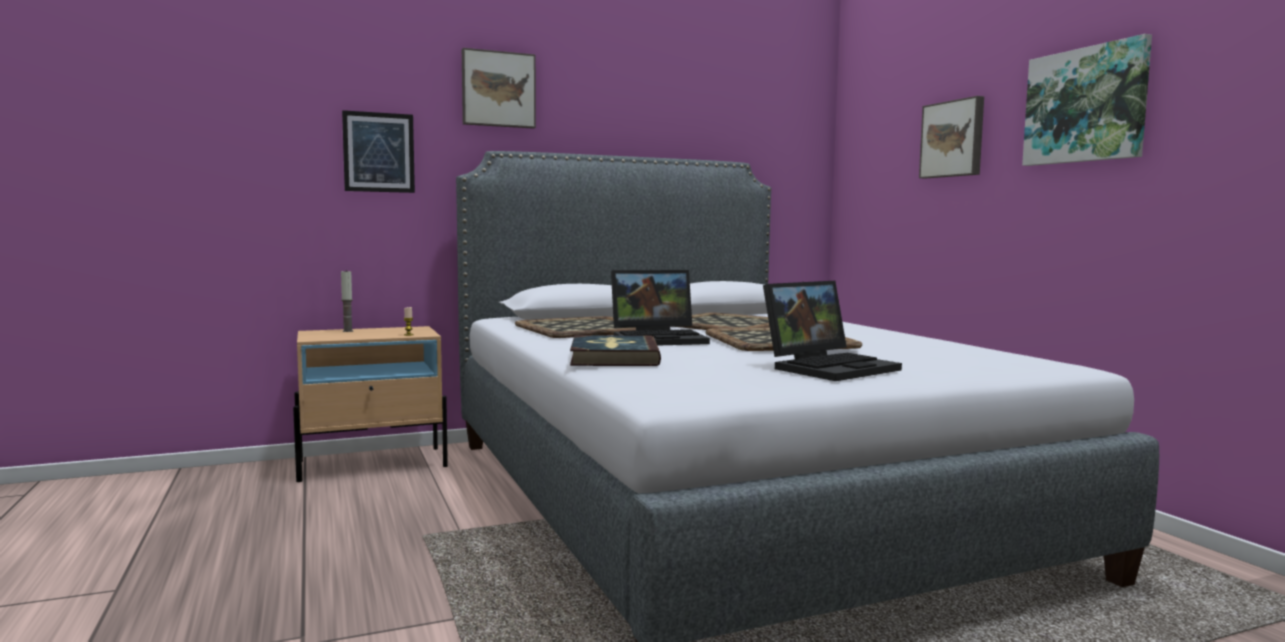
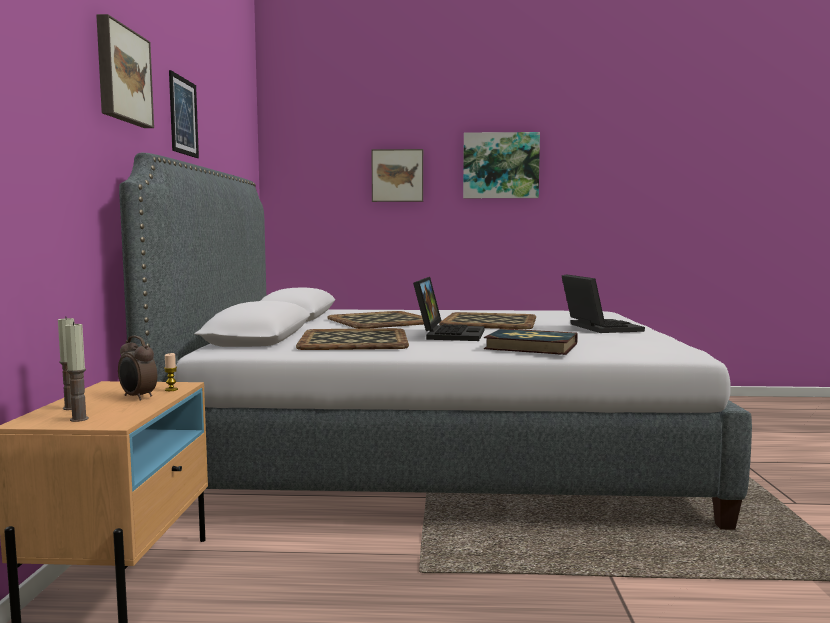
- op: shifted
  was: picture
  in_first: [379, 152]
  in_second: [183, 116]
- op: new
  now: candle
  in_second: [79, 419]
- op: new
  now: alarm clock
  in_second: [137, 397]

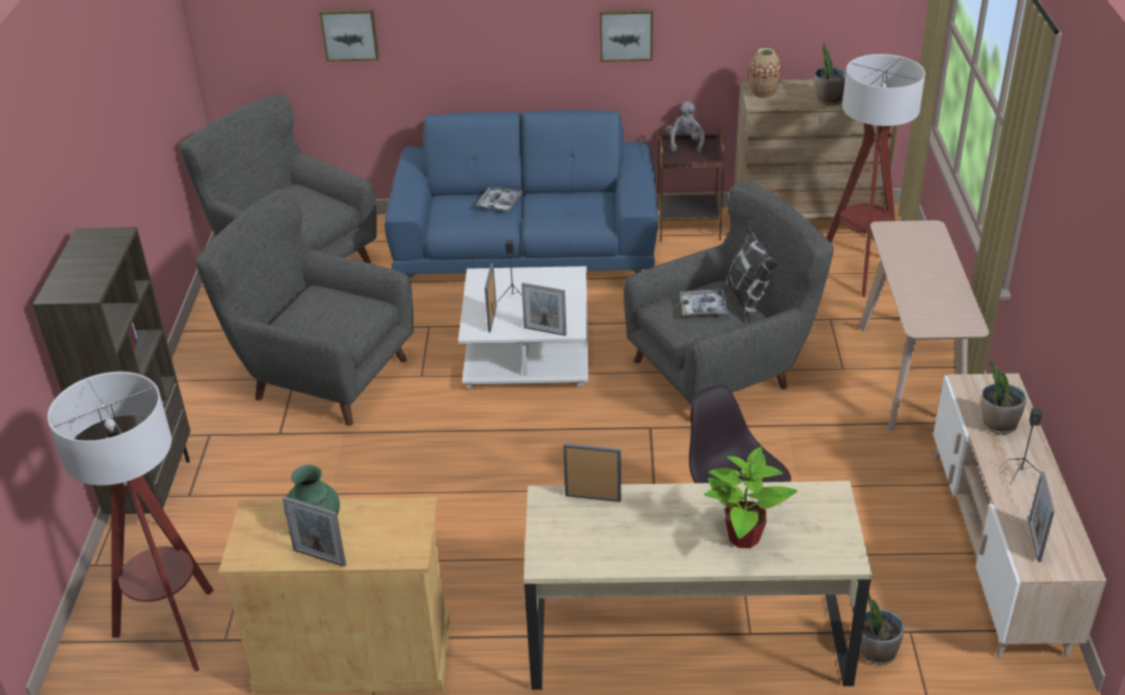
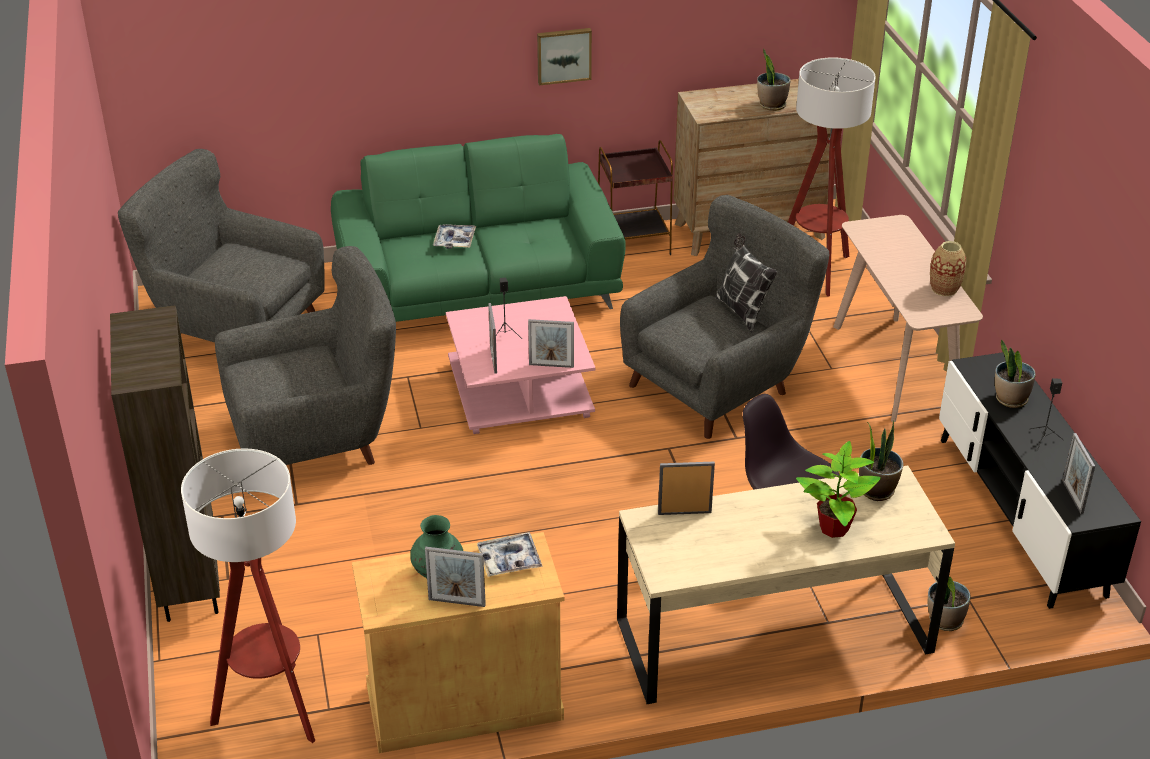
- op: rotated
  was: grey armchair
  in_first: [323, 375]
  in_second: [317, 439]
  clockwise: 150
- op: gone
  was: picture
  in_first: [350, 34]
- op: repainted
  was: blue sofa
  now: green sofa
  in_first: [527, 250]
  in_second: [478, 286]
- op: repainted
  was: white coffee table
  now: pink coffee table
  in_first: [529, 352]
  in_second: [521, 390]
- op: gone
  was: grey plush toy
  in_first: [685, 143]
- op: shifted
  was: tray
  in_first: [703, 307]
  in_second: [509, 560]
- op: shifted
  was: vase
  in_first: [763, 93]
  in_second: [944, 289]
- op: repainted
  was: beige tv stand
  now: black tv stand
  in_first: [997, 549]
  in_second: [1020, 514]
- op: new
  now: potted plant
  in_second: [876, 490]

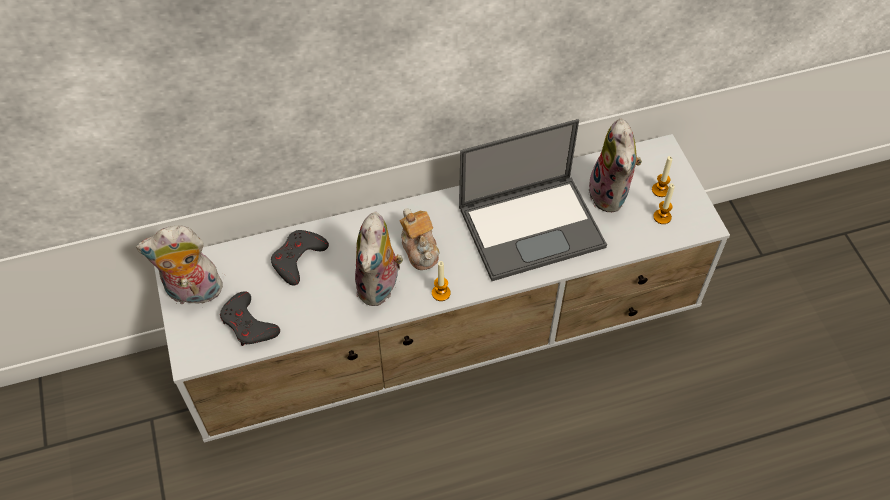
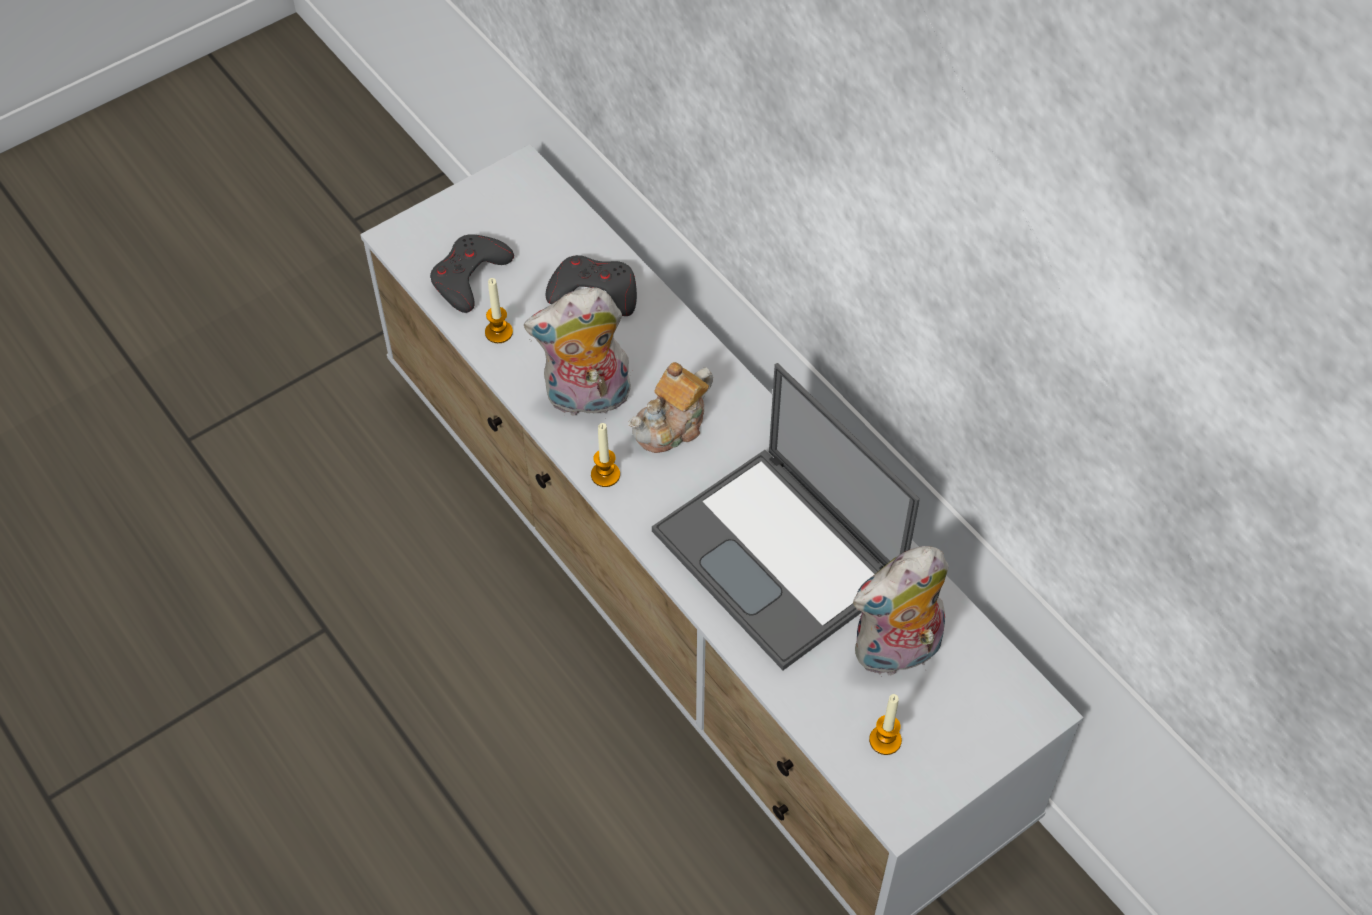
- op: gone
  was: plush toy
  in_first: [193, 293]
- op: shifted
  was: candle
  in_first: [660, 190]
  in_second: [499, 332]

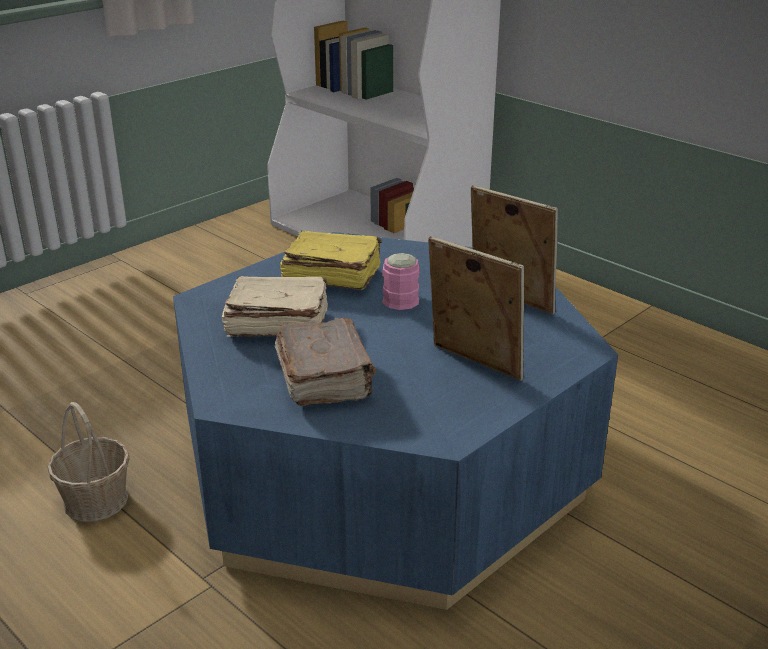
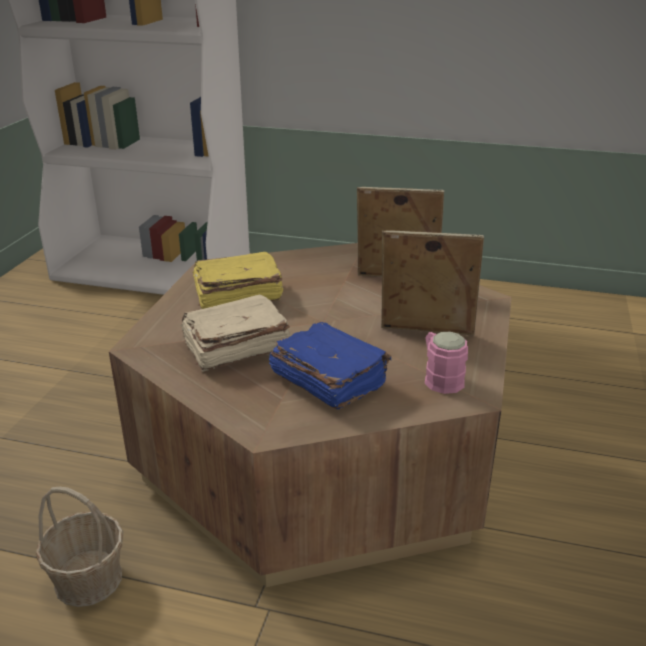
- op: repainted
  was: blue coffee table
  now: brown coffee table
  in_first: [383, 467]
  in_second: [322, 450]
- op: repainted
  was: brown book
  now: blue book
  in_first: [325, 379]
  in_second: [328, 380]
- op: shifted
  was: pink mug
  in_first: [401, 297]
  in_second: [440, 377]

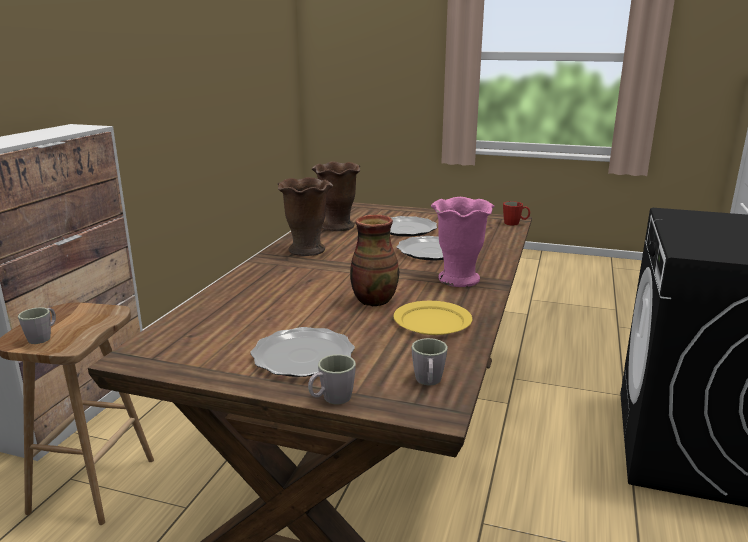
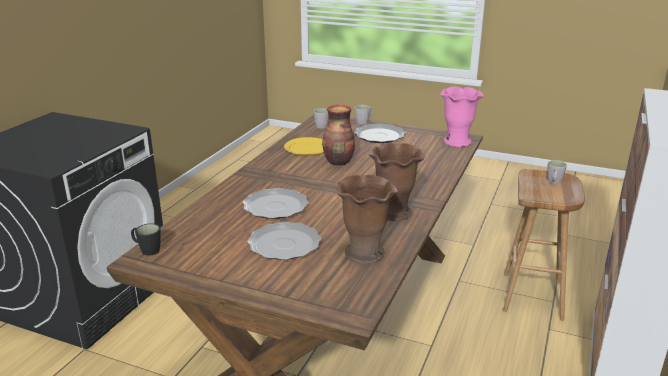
- op: shifted
  was: pink vase
  in_first: [458, 279]
  in_second: [457, 142]
- op: repainted
  was: red mug
  now: black mug
  in_first: [515, 223]
  in_second: [147, 250]

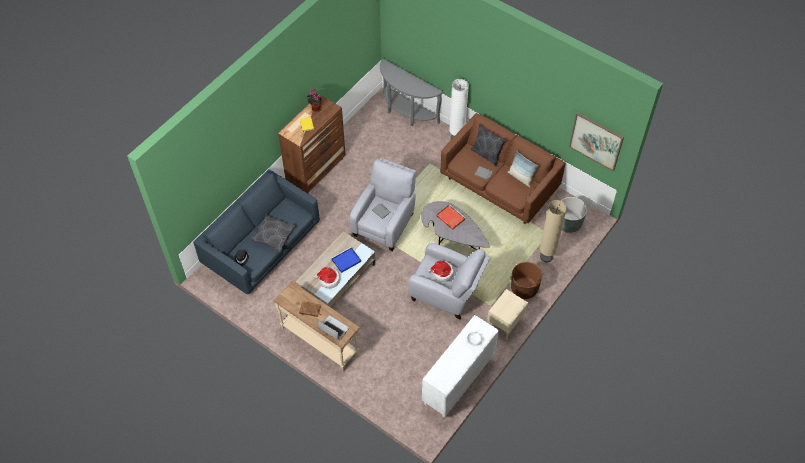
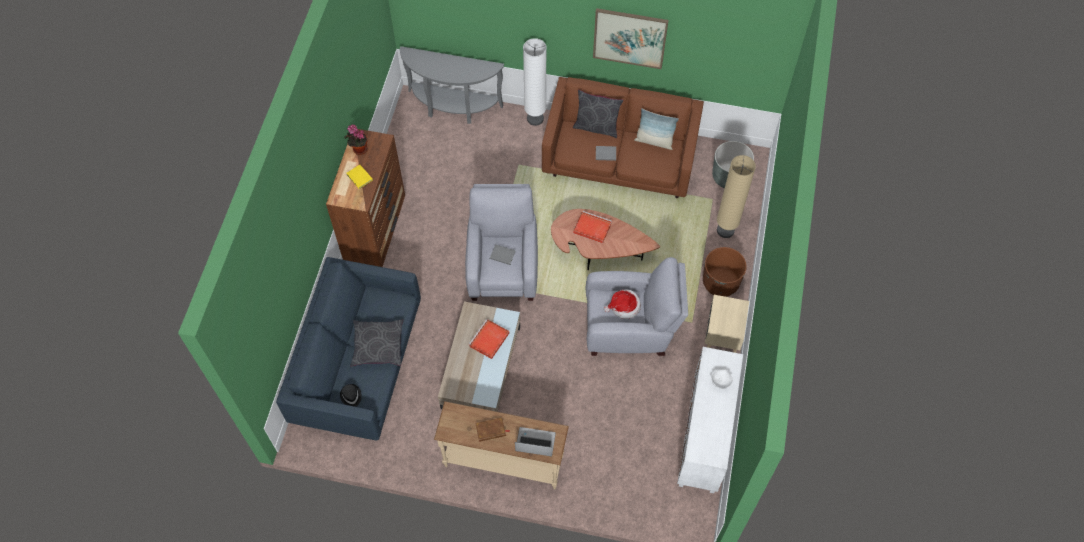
- op: gone
  was: hat
  in_first: [328, 279]
- op: repainted
  was: blue tray
  now: red tray
  in_first: [346, 261]
  in_second: [489, 340]
- op: repainted
  was: grey coffee table
  now: brown coffee table
  in_first: [452, 237]
  in_second: [597, 251]
- op: shifted
  was: picture
  in_first: [596, 141]
  in_second: [629, 38]

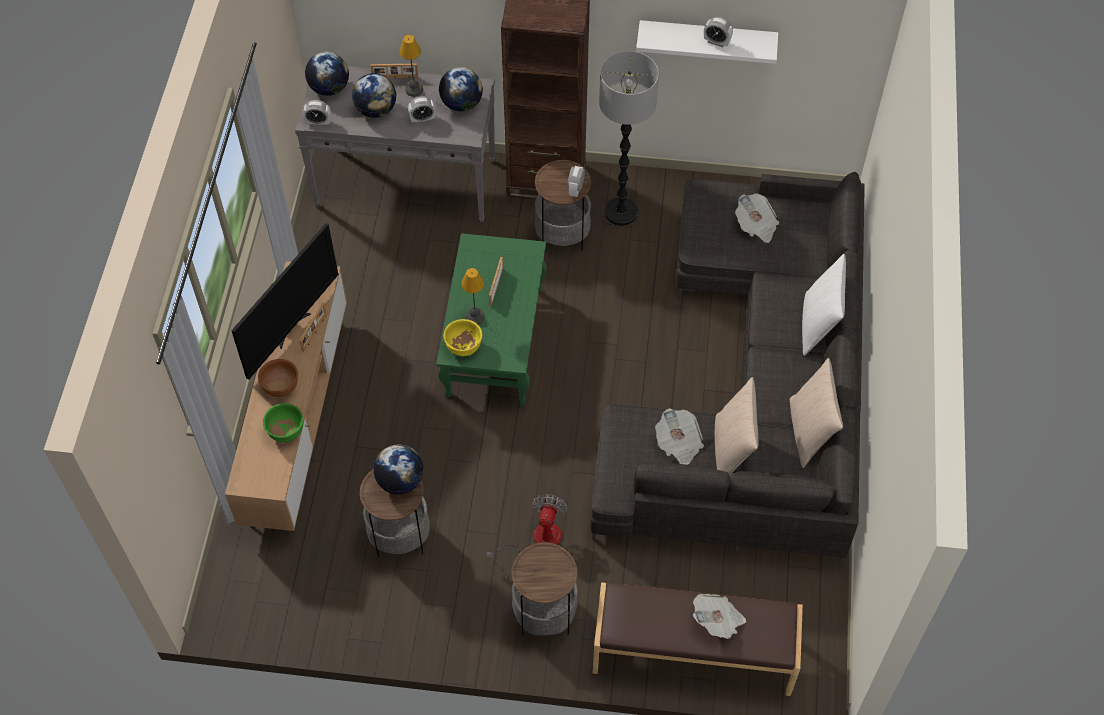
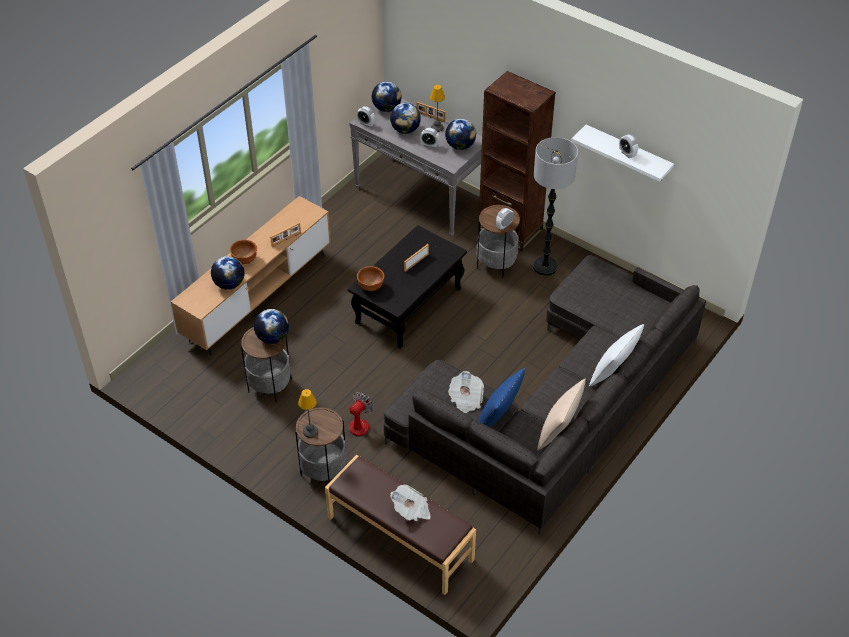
- op: gone
  was: television
  in_first: [292, 328]
- op: swapped
  was: green bowl
  now: globe
  in_first: [286, 431]
  in_second: [229, 284]
- op: repainted
  was: green coffee table
  now: black coffee table
  in_first: [494, 343]
  in_second: [408, 306]
- op: repainted
  was: yellow bowl
  now: brown bowl
  in_first: [464, 347]
  in_second: [371, 287]
- op: shifted
  was: table lamp
  in_first: [475, 316]
  in_second: [310, 431]
- op: repainted
  was: beige pillow
  now: blue pillow
  in_first: [731, 450]
  in_second: [498, 419]
- op: gone
  was: newspaper
  in_first: [756, 225]

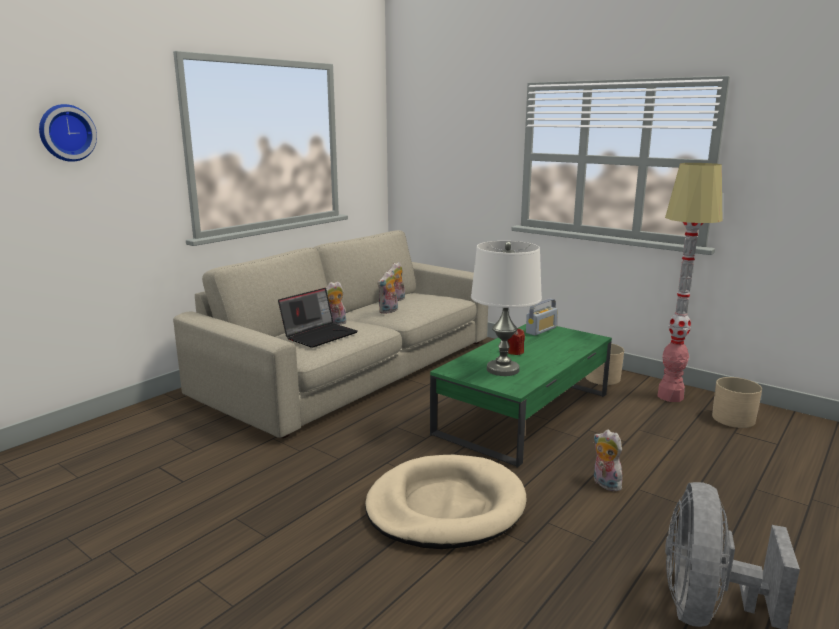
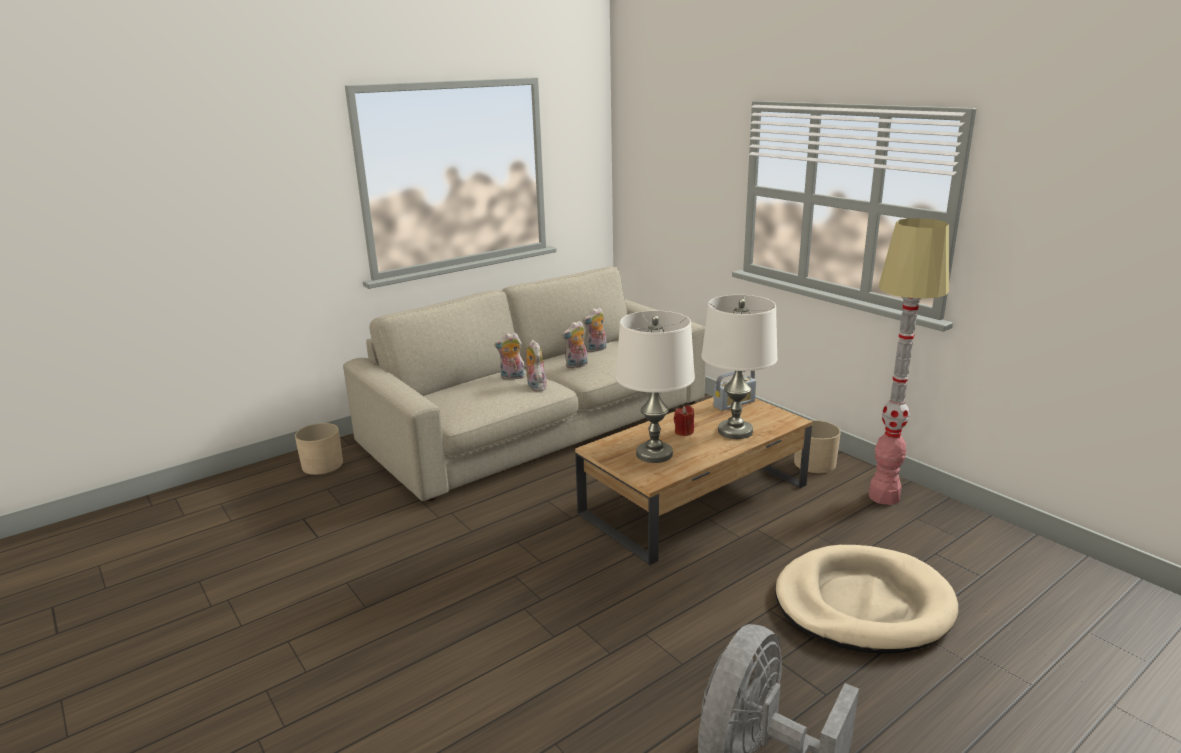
- op: gone
  was: wall clock
  in_first: [66, 133]
- op: gone
  was: laptop
  in_first: [320, 335]
- op: shifted
  was: beige dog bed
  in_first: [445, 507]
  in_second: [862, 604]
- op: repainted
  was: green coffee table
  now: brown coffee table
  in_first: [524, 412]
  in_second: [696, 499]
- op: shifted
  was: plush toy
  in_first: [604, 484]
  in_second: [535, 386]
- op: shifted
  was: beige planter
  in_first: [733, 419]
  in_second: [322, 465]
- op: new
  now: white table lamp
  in_second: [735, 431]

